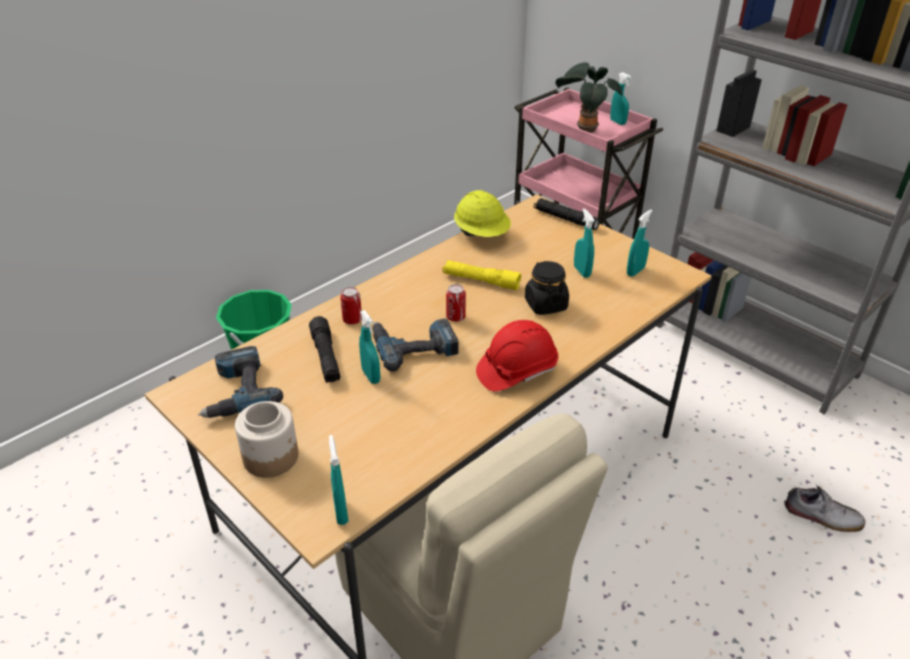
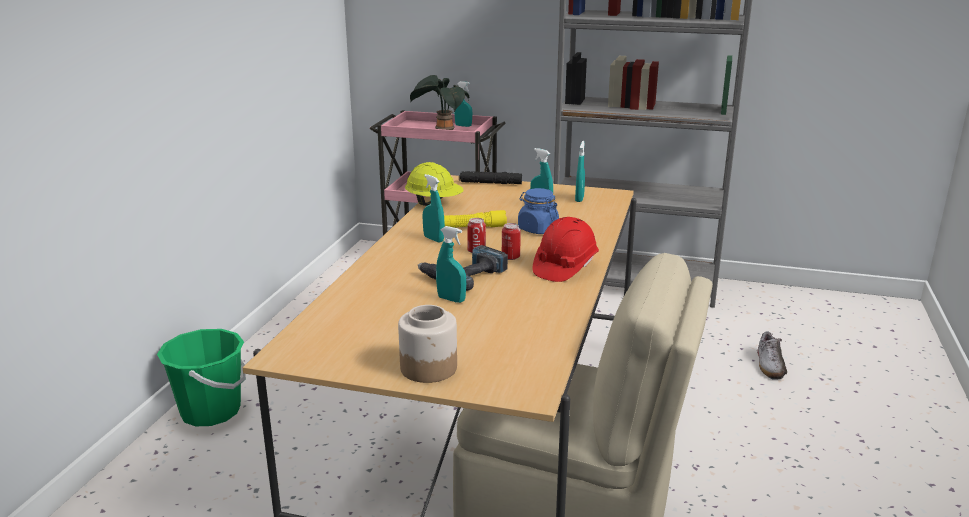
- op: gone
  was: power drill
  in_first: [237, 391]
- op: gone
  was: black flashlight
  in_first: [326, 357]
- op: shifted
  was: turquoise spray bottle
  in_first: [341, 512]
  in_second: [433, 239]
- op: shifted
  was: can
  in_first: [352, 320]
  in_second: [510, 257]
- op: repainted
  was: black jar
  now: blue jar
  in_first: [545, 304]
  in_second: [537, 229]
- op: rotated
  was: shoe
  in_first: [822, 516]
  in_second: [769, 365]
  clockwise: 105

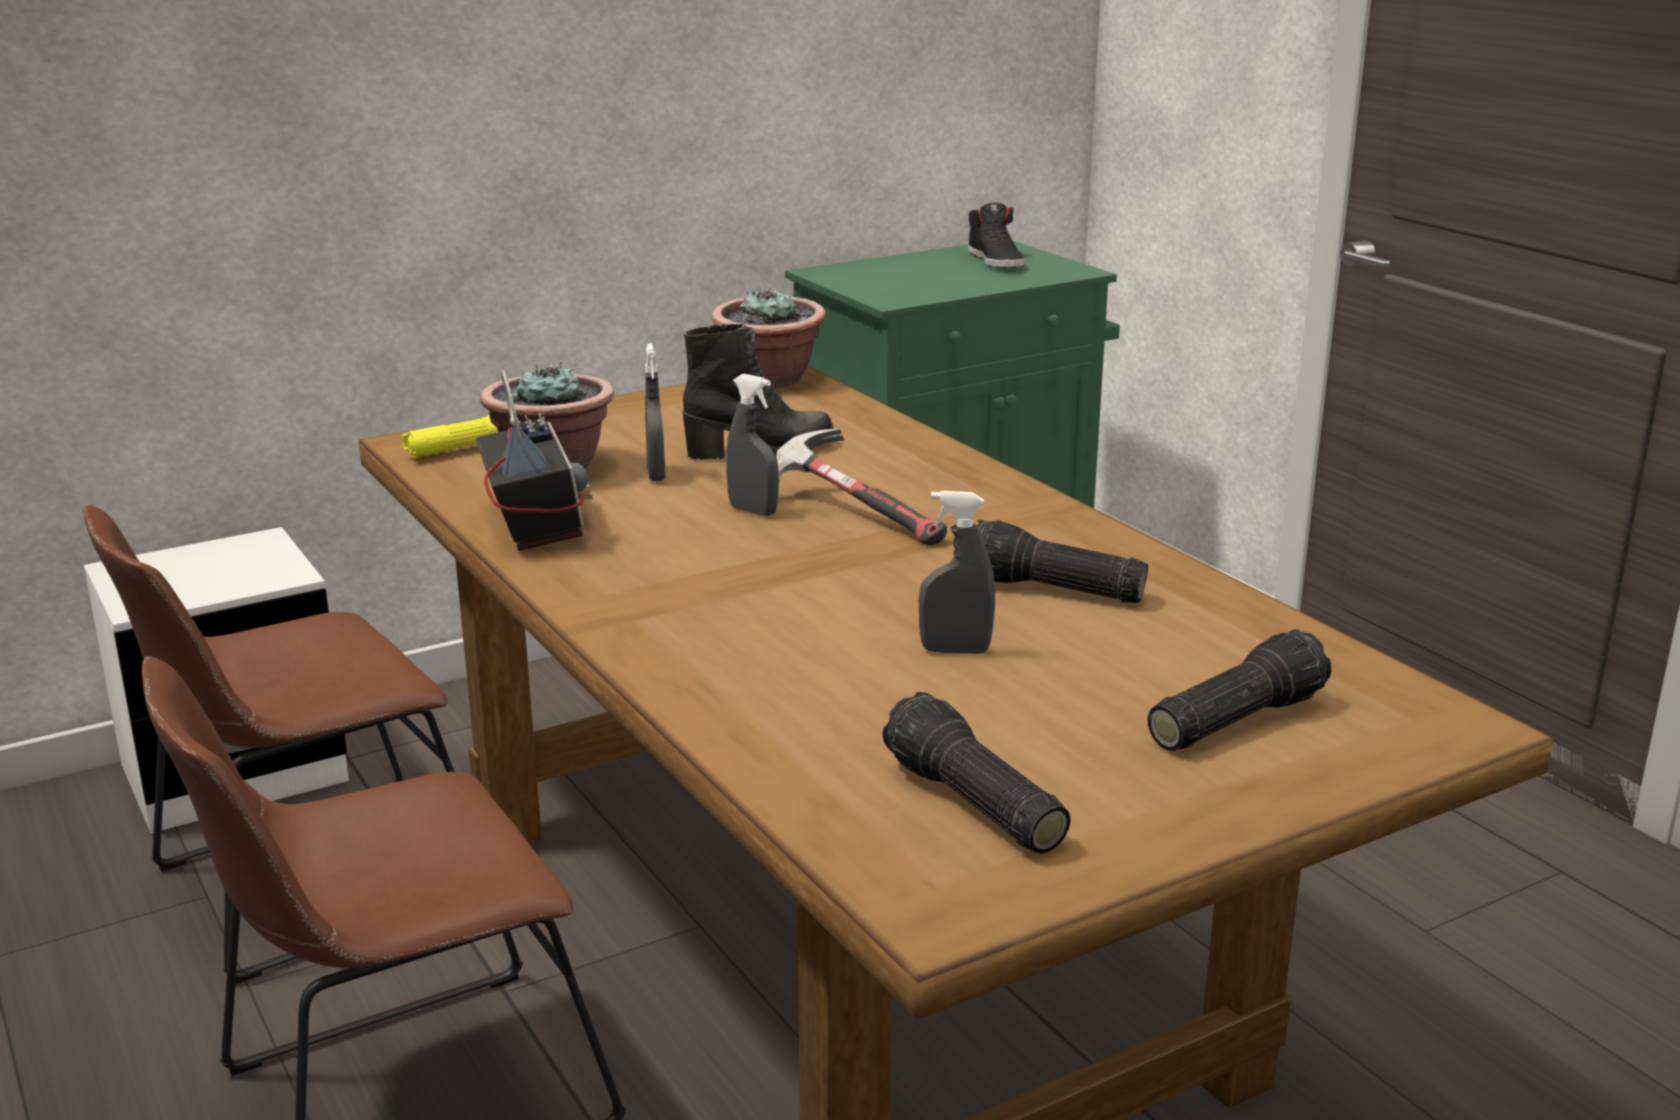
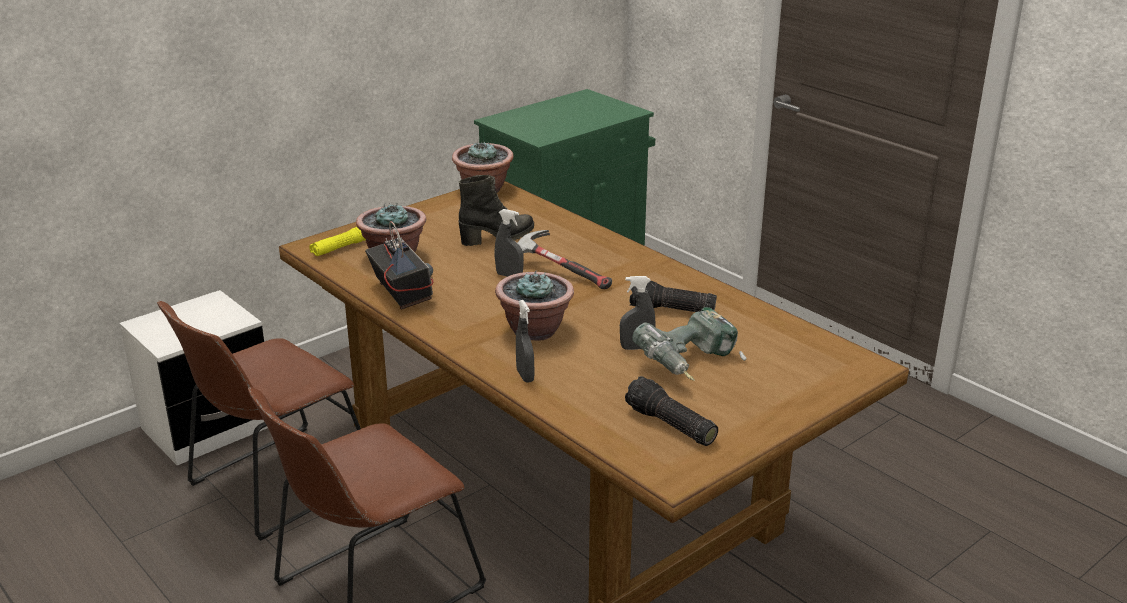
- op: shifted
  was: grey spray bottle
  in_first: [656, 475]
  in_second: [525, 376]
- op: gone
  was: black shoe
  in_first: [996, 261]
- op: gone
  was: flashlight
  in_first: [1233, 718]
- op: new
  now: potted plant
  in_second: [535, 330]
- op: new
  now: power drill
  in_second: [691, 365]

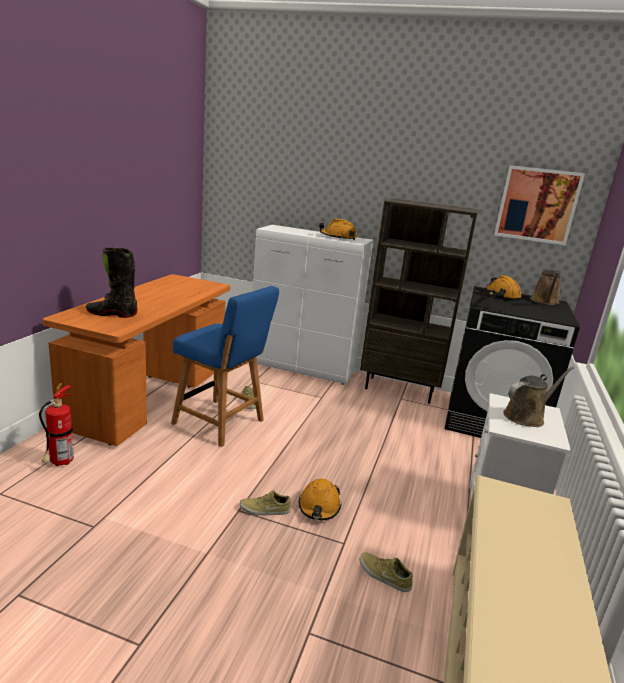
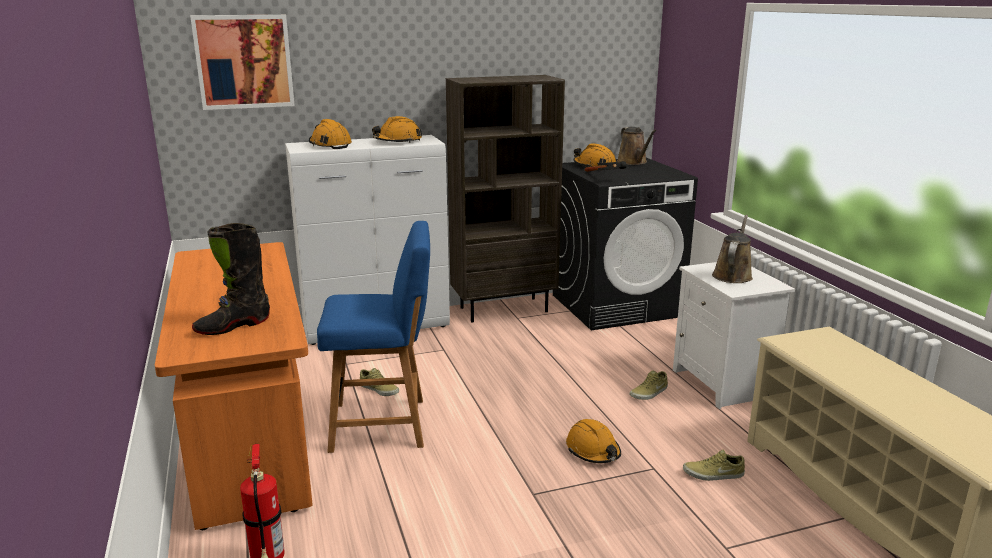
- op: shifted
  was: beige shoe
  in_first: [264, 510]
  in_second: [649, 393]
- op: shifted
  was: picture
  in_first: [537, 205]
  in_second: [244, 62]
- op: new
  now: orange hard hat
  in_second: [330, 145]

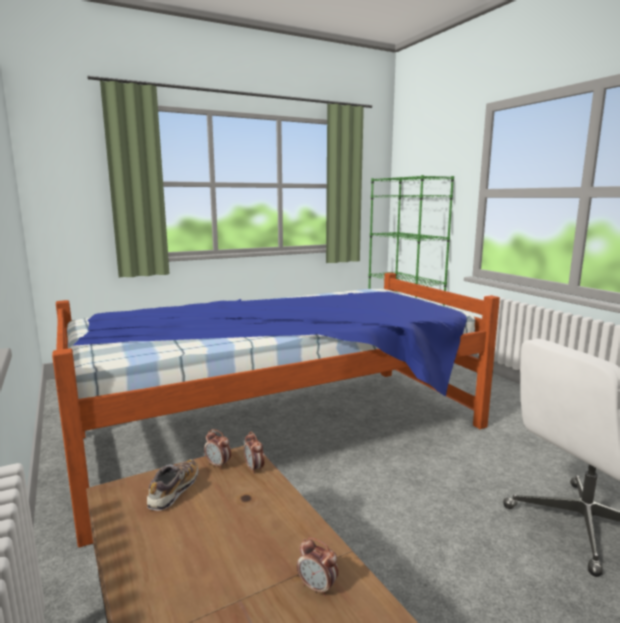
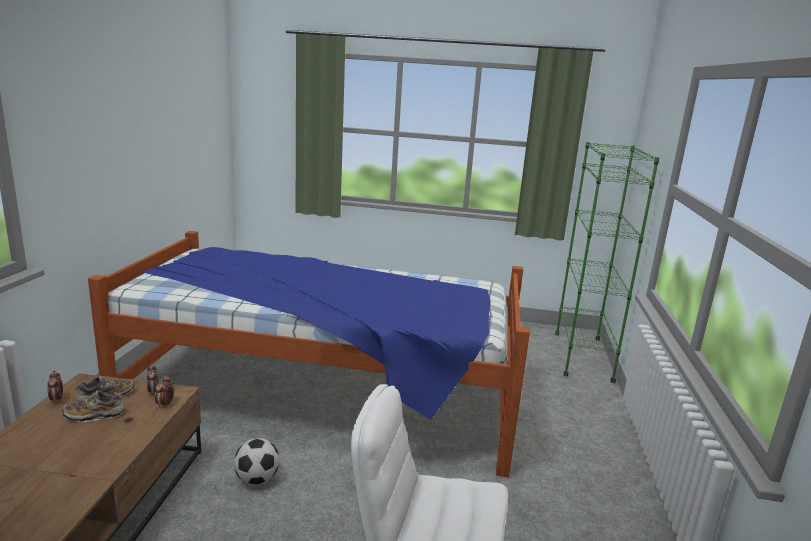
- op: shifted
  was: alarm clock
  in_first: [317, 587]
  in_second: [57, 399]
- op: new
  now: shoe
  in_second: [94, 415]
- op: new
  now: football
  in_second: [257, 479]

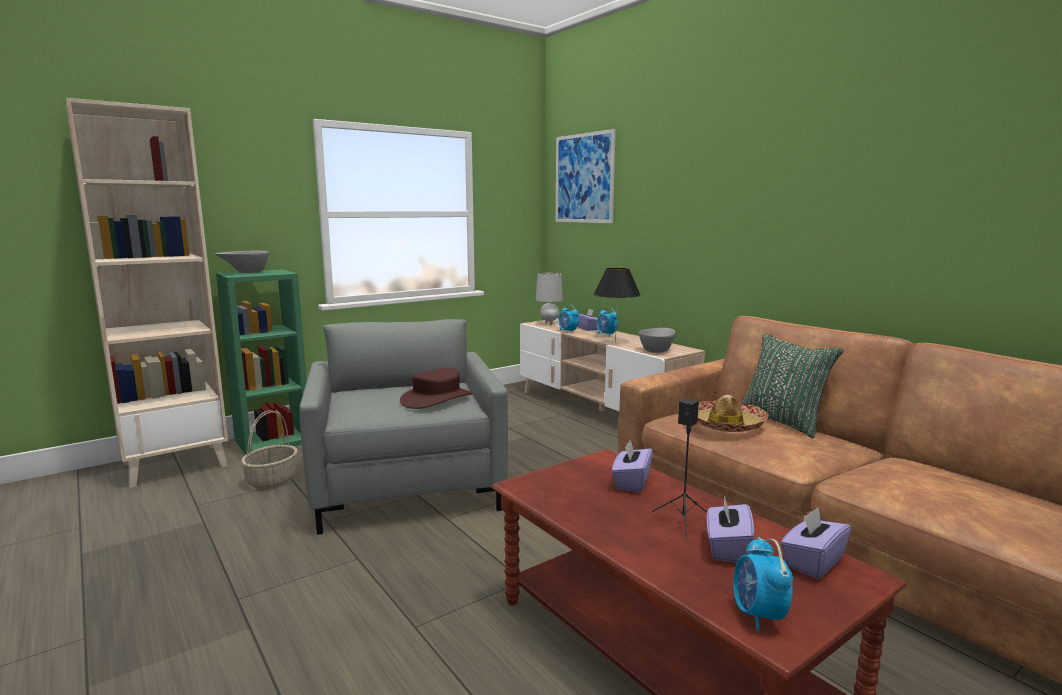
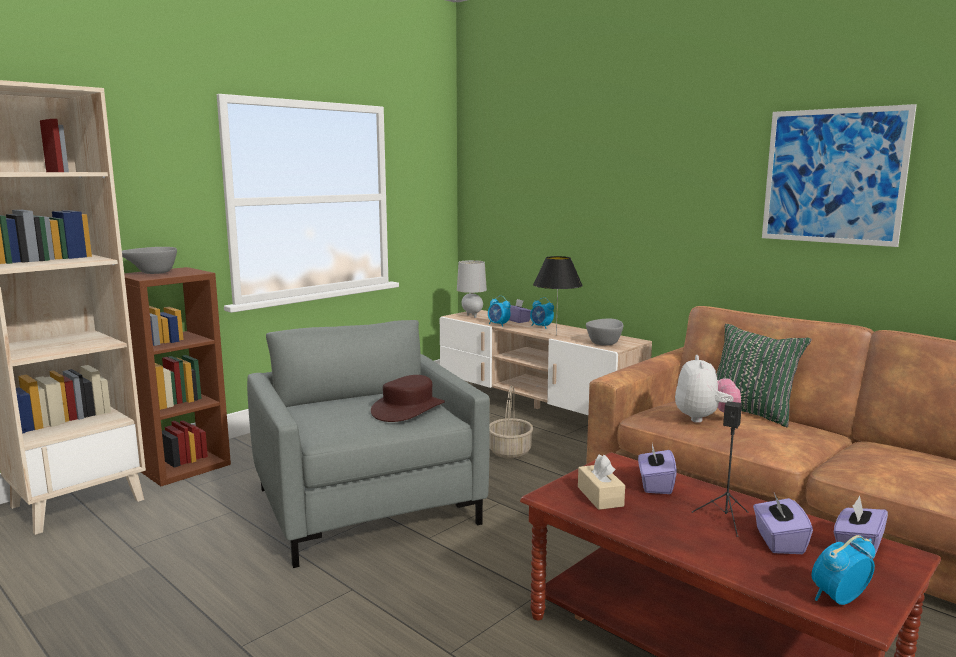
- op: repainted
  was: green bookcase
  now: brown bookcase
  in_first: [273, 441]
  in_second: [184, 466]
- op: shifted
  was: basket
  in_first: [272, 480]
  in_second: [509, 451]
- op: shifted
  was: picture
  in_first: [584, 178]
  in_second: [833, 176]
- op: swapped
  was: hat
  now: plush toy
  in_first: [726, 424]
  in_second: [704, 419]
- op: rotated
  was: alarm clock
  in_first: [758, 615]
  in_second: [838, 599]
  clockwise: 75
- op: new
  now: beige tissue box
  in_second: [600, 496]

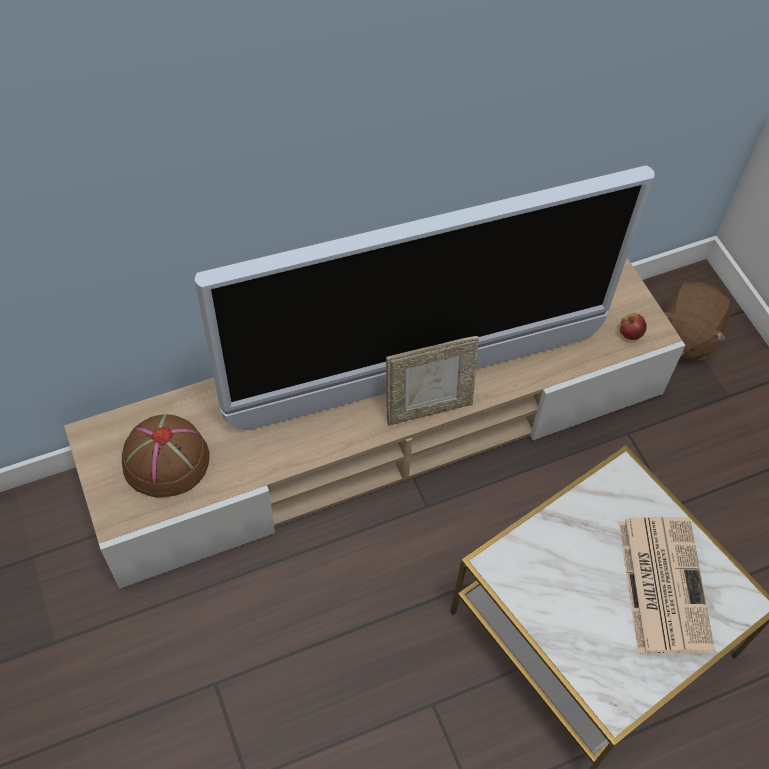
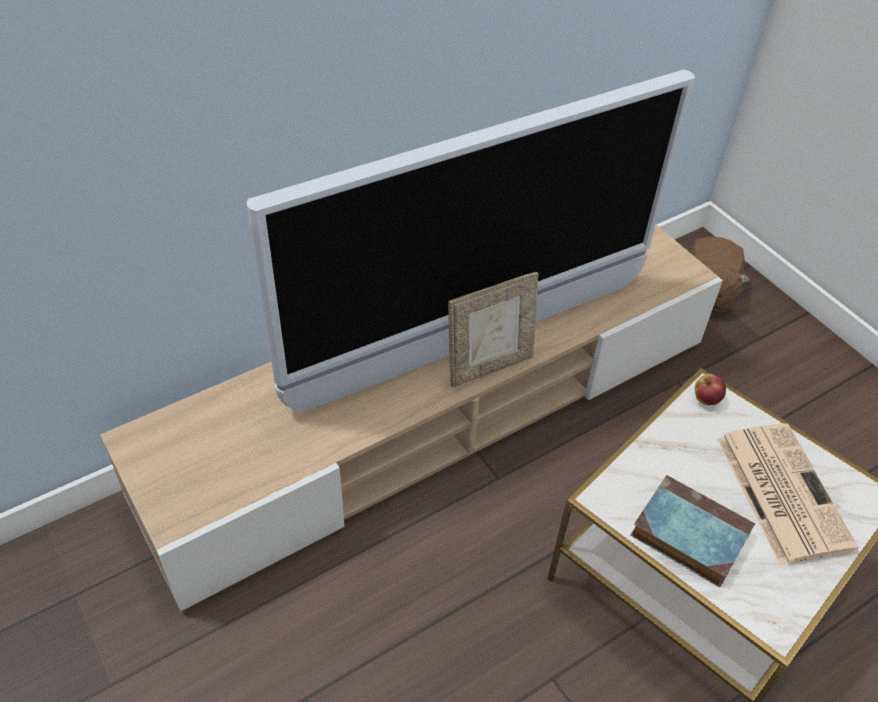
- op: gone
  was: brown hat
  in_first: [165, 460]
- op: shifted
  was: apple
  in_first: [630, 334]
  in_second: [706, 399]
- op: new
  now: book
  in_second: [687, 534]

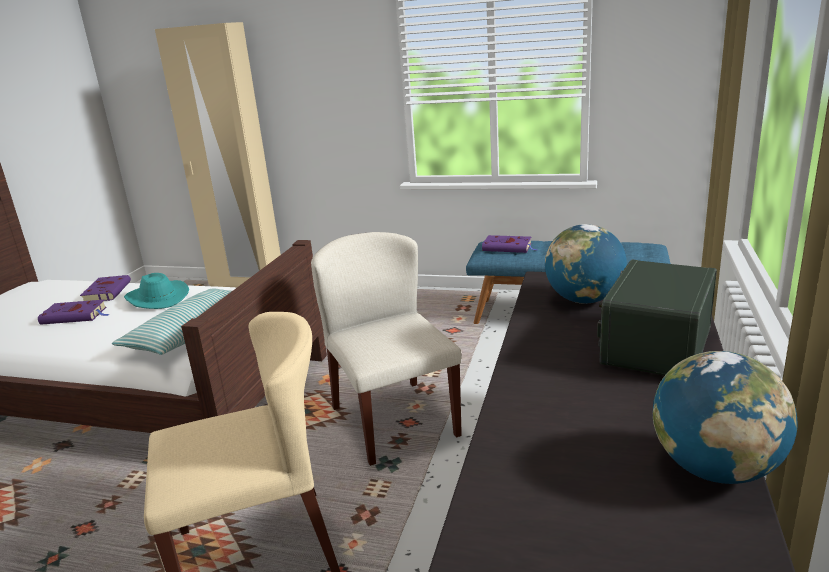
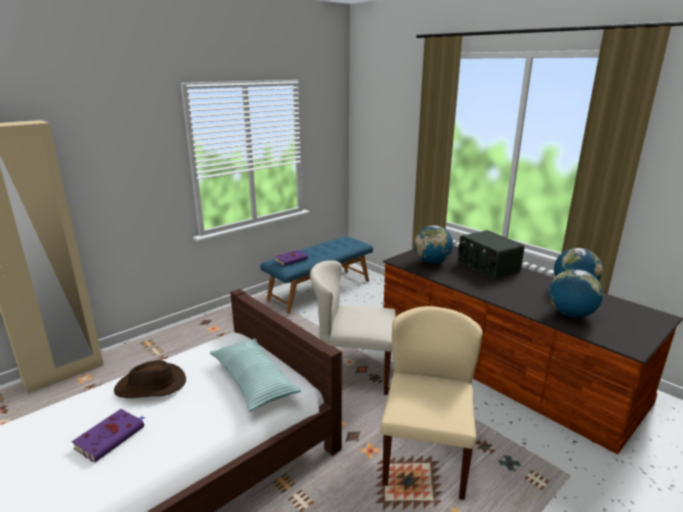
- op: gone
  was: purple book
  in_first: [107, 291]
- op: repainted
  was: turquoise hat
  now: brown hat
  in_first: [157, 298]
  in_second: [151, 386]
- op: new
  now: globe
  in_second: [570, 314]

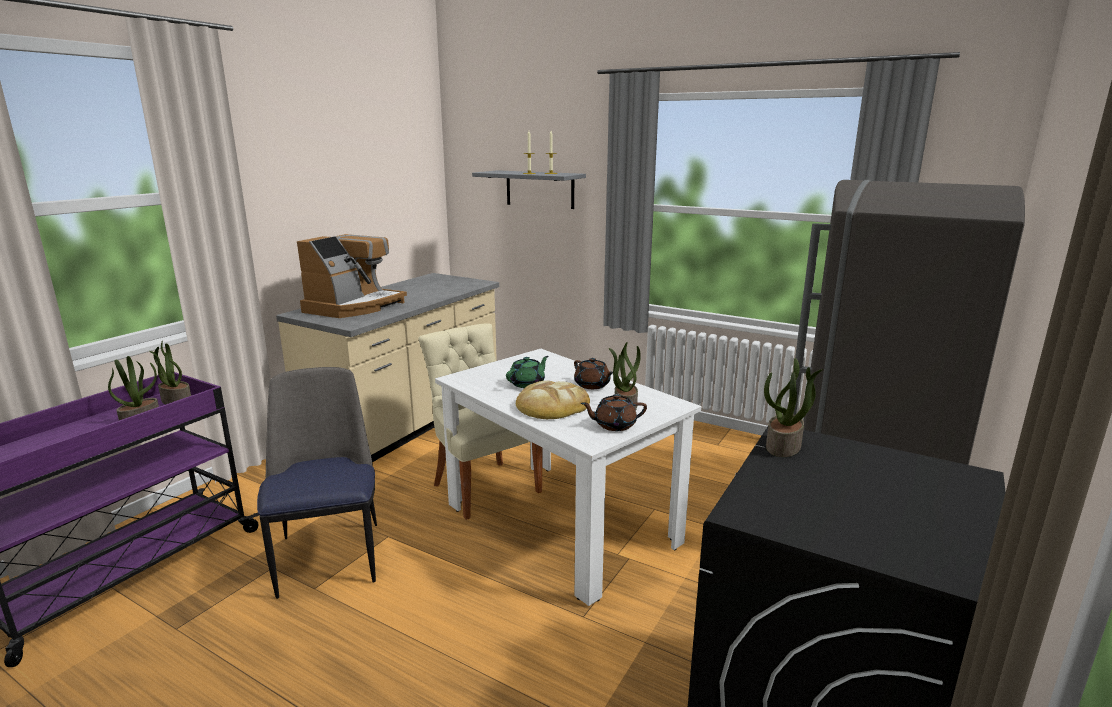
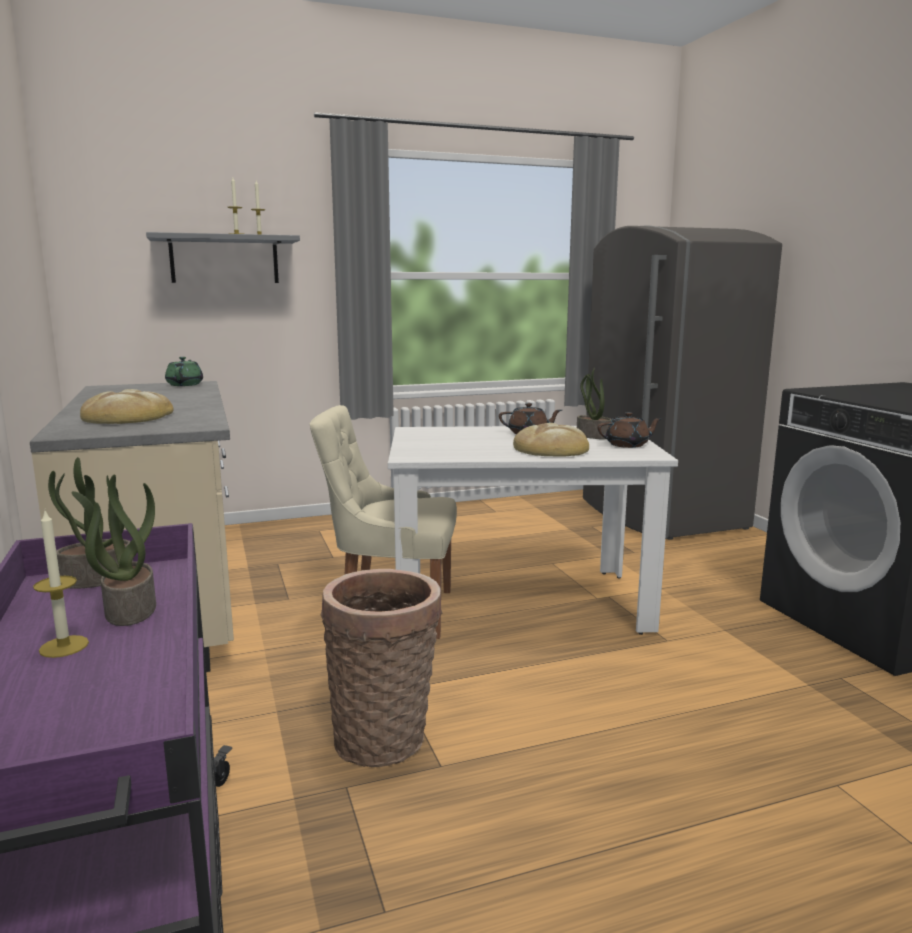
- op: swapped
  was: chair
  now: basket
  in_first: [330, 556]
  in_second: [385, 737]
- op: swapped
  was: coffee machine
  now: bread
  in_first: [354, 307]
  in_second: [128, 417]
- op: shifted
  was: green teapot
  in_first: [527, 383]
  in_second: [185, 384]
- op: rotated
  was: brown teapot
  in_first: [614, 425]
  in_second: [628, 445]
  clockwise: -135
- op: gone
  was: potted plant
  in_first: [784, 447]
- op: new
  now: candle
  in_second: [64, 646]

